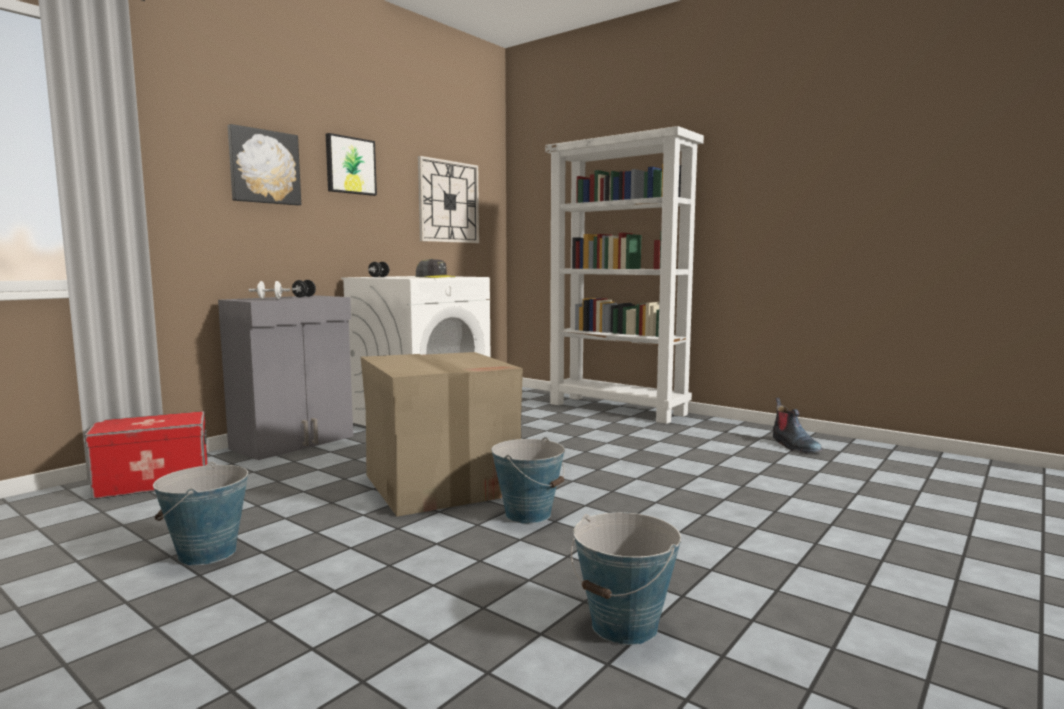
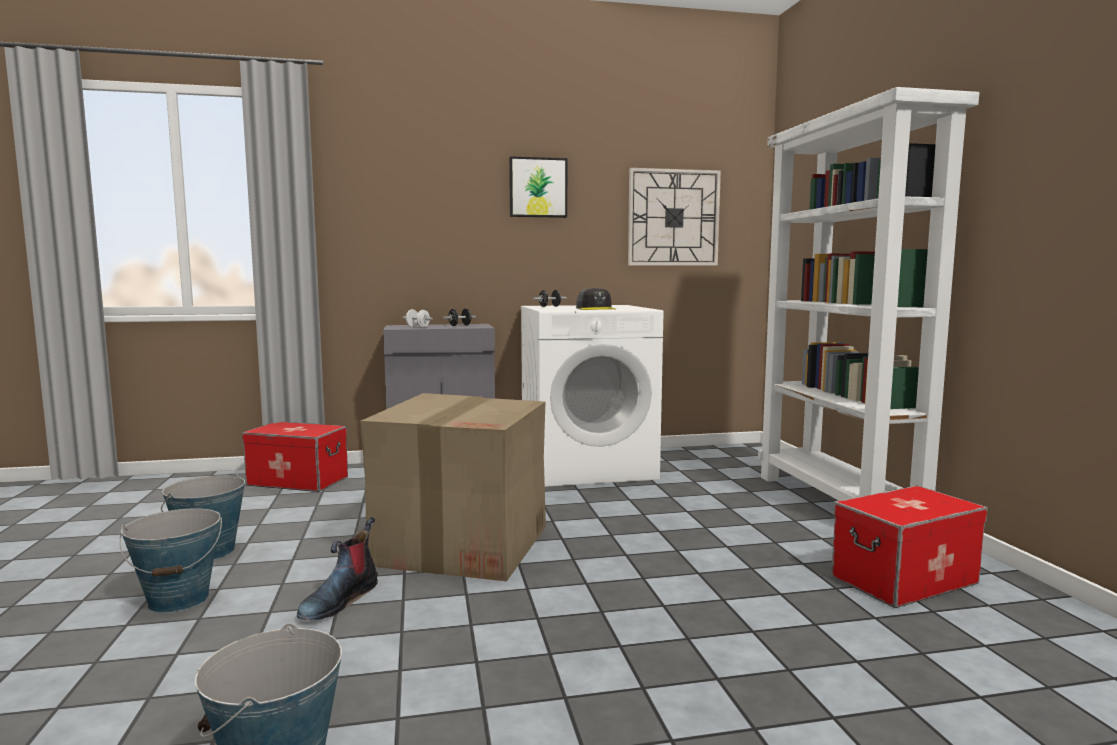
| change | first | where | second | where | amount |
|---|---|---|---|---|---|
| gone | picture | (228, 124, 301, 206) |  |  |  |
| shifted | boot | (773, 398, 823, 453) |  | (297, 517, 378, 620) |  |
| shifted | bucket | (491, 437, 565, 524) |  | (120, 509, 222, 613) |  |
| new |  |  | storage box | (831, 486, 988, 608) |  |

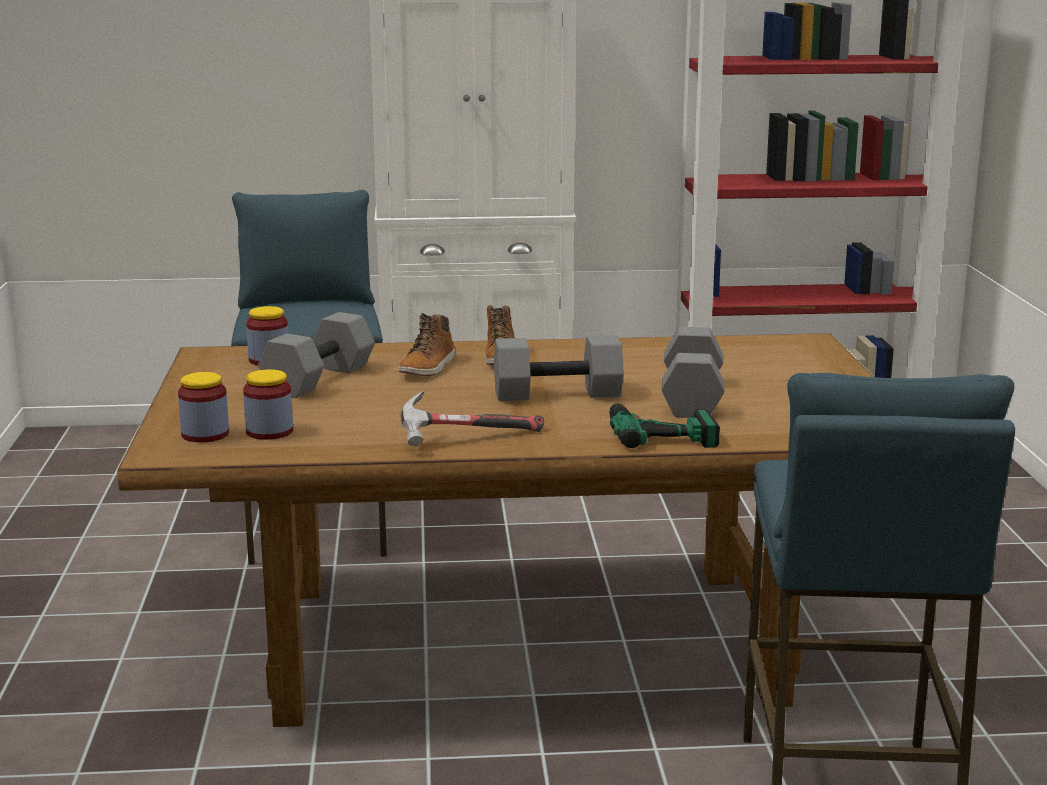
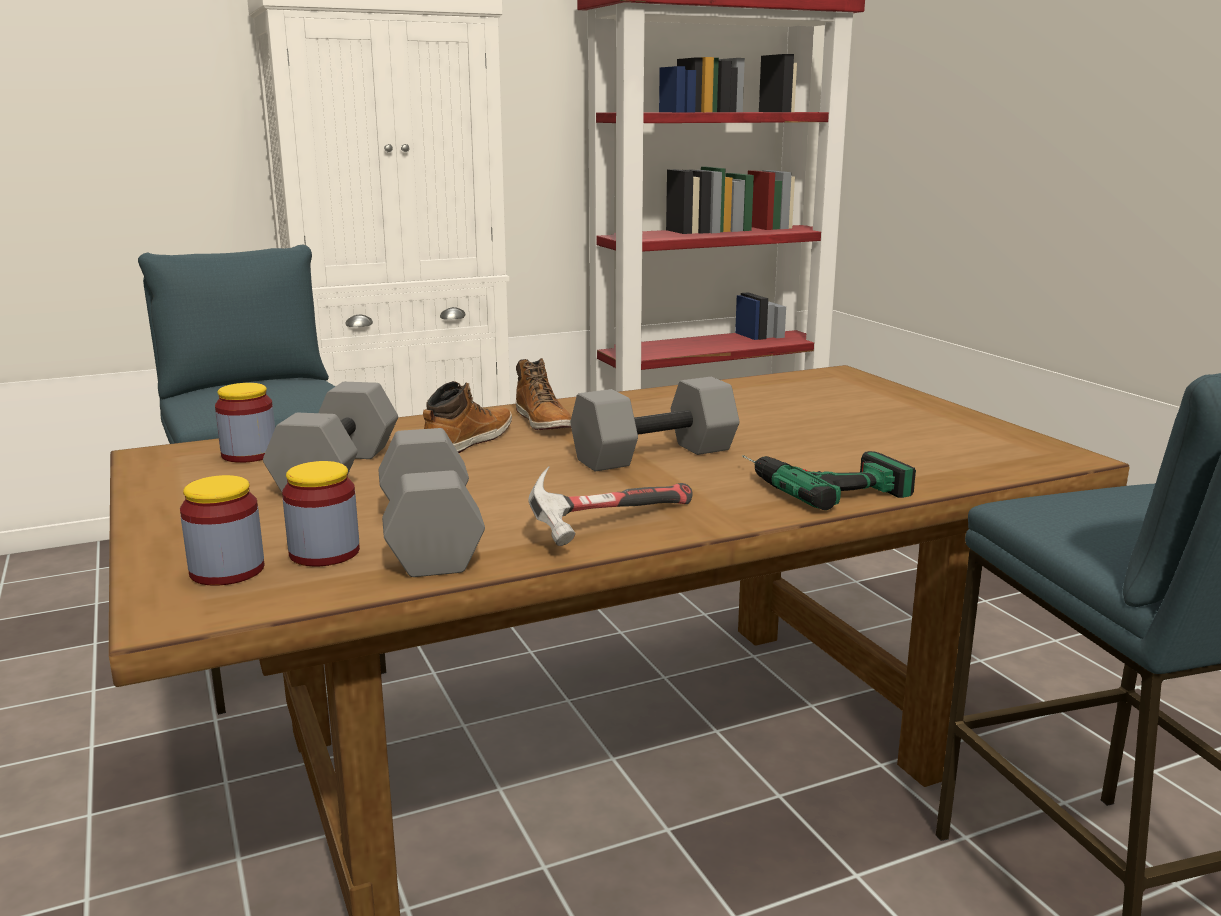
| change | first | where | second | where | amount |
|---|---|---|---|---|---|
| rotated | boot | (398, 313, 455, 376) |  | (423, 381, 512, 453) | 150 degrees counterclockwise |
| shifted | grey dumbbell | (661, 327, 724, 418) |  | (378, 428, 485, 577) |  |

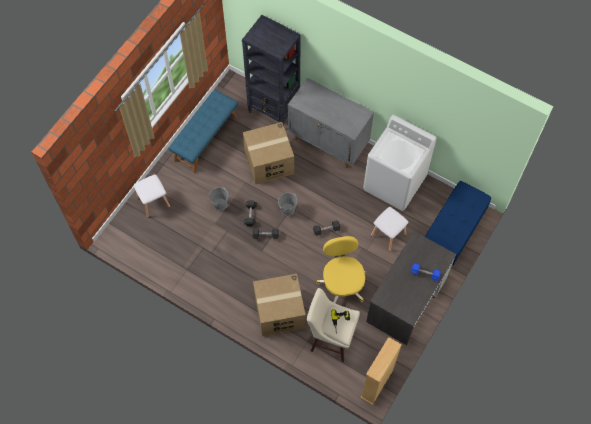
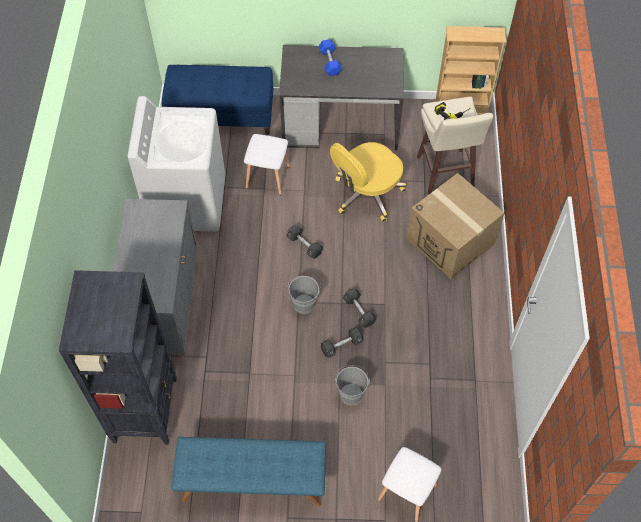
| change | first | where | second | where | amount |
|---|---|---|---|---|---|
| gone | cardboard box | (243, 122, 294, 185) |  |  |  |

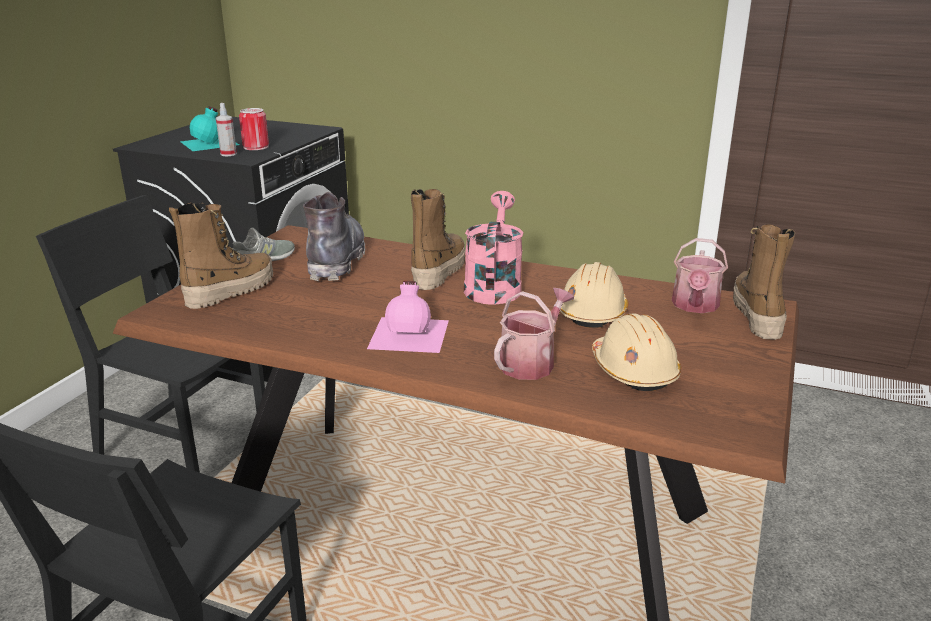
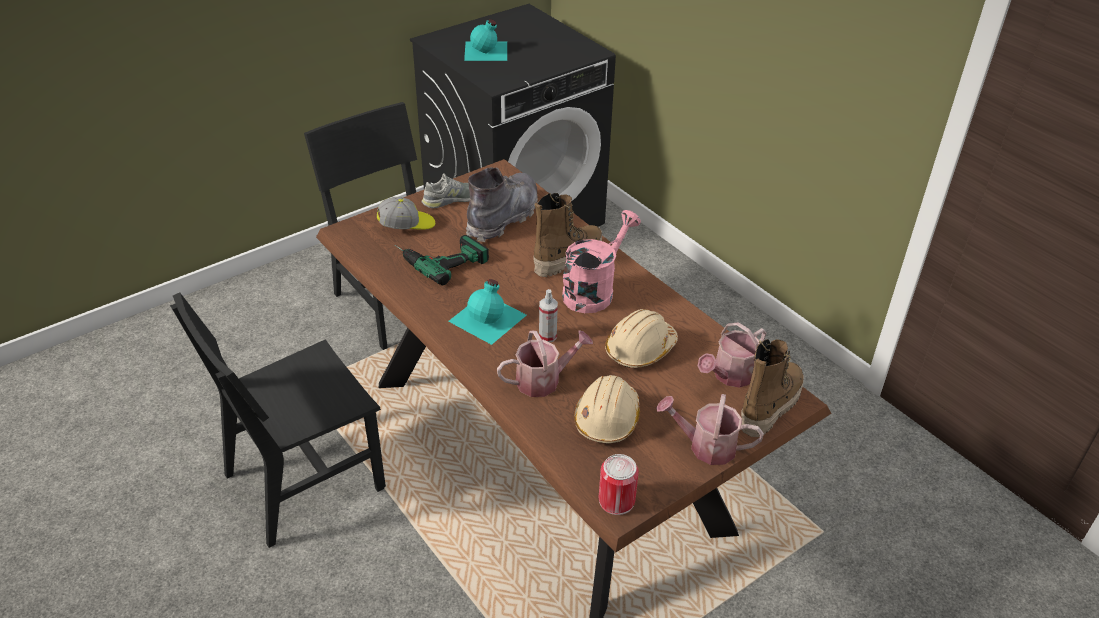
| change | first | where | second | where | amount |
|---|---|---|---|---|---|
| shifted | spray bottle | (216, 103, 237, 156) |  | (539, 289, 558, 342) |  |
| shifted | can | (239, 108, 269, 150) |  | (599, 454, 639, 515) |  |
| swapped | boot | (169, 202, 273, 309) | cap | (377, 197, 435, 230) |  |
| repainted | pink bottle | (367, 281, 449, 353) | turquoise bottle | (448, 279, 527, 345) |  |
| new |  |  | power drill | (395, 235, 489, 285) |  |
| new |  |  | watering can | (656, 394, 764, 465) |  |

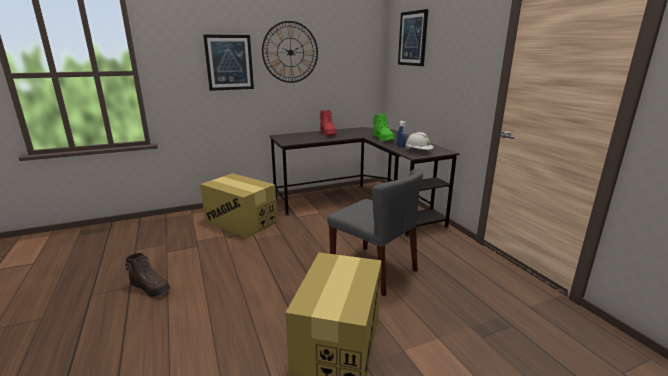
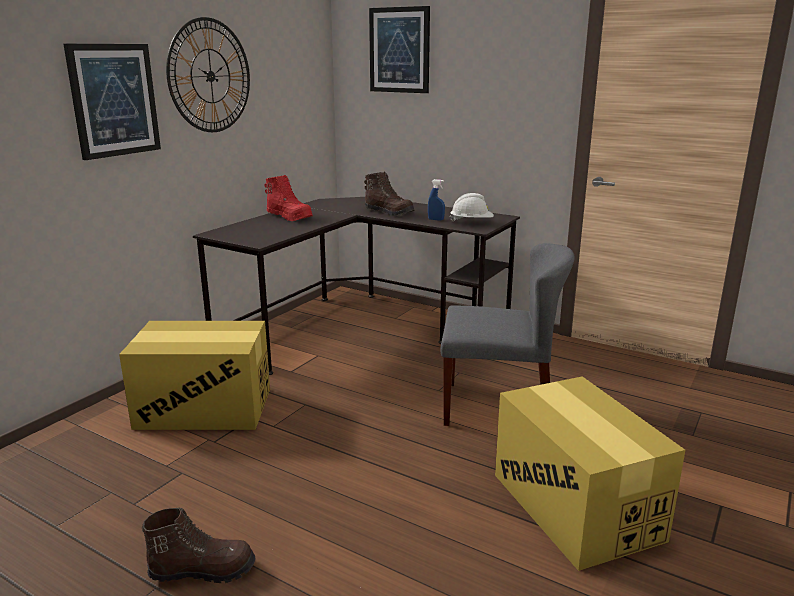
| change | first | where | second | where | amount |
|---|---|---|---|---|---|
| repainted | green boot | (373, 113, 395, 141) | brown boot | (364, 171, 414, 216) |  |

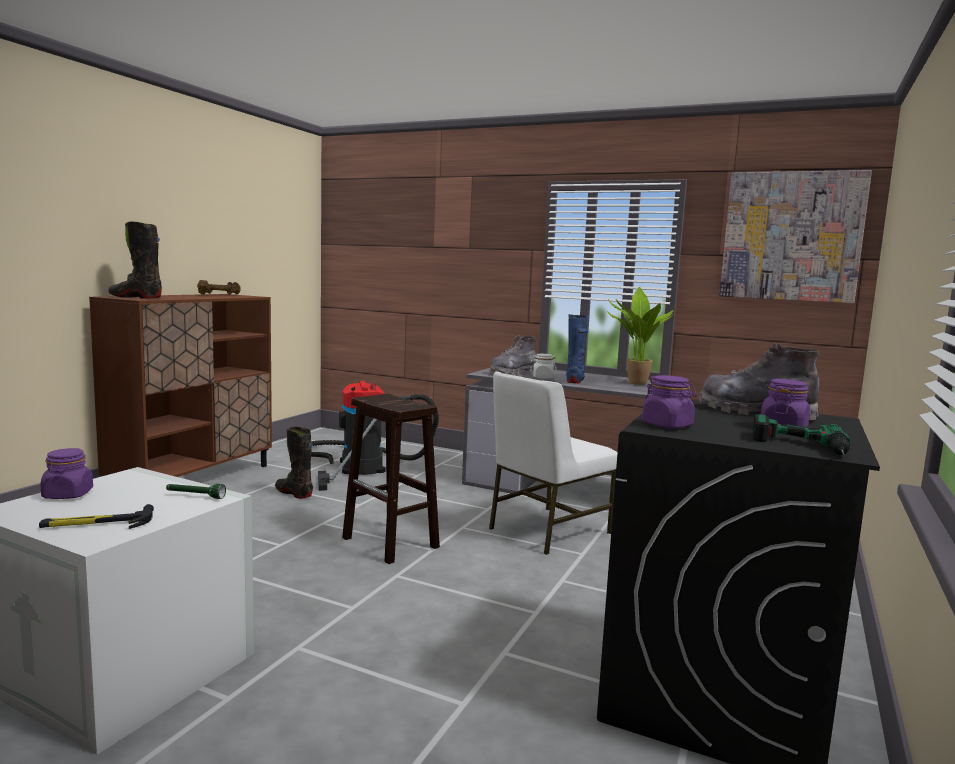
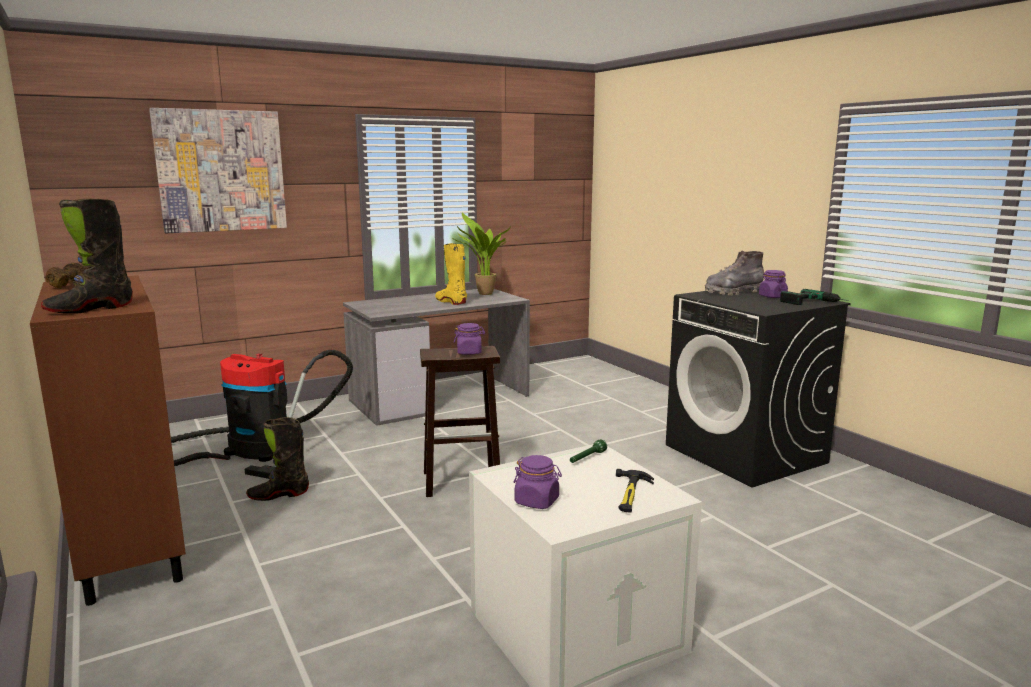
| change | first | where | second | where | amount |
|---|---|---|---|---|---|
| shifted | picture | (719, 170, 872, 303) |  | (149, 108, 287, 233) |  |
| repainted | blue boot | (566, 314, 589, 384) | yellow boot | (435, 243, 467, 305) |  |
| gone | grey boot | (490, 335, 536, 375) |  |  |  |
| gone | white jar | (531, 354, 556, 379) |  |  |  |
| gone | white chair | (489, 372, 618, 555) |  |  |  |
| shifted | purple jar | (642, 375, 697, 428) |  | (454, 323, 485, 355) |  |

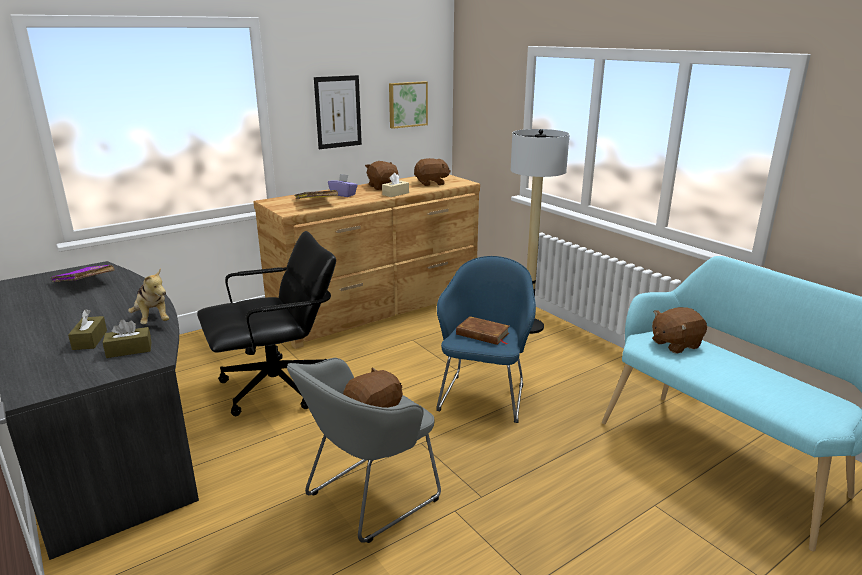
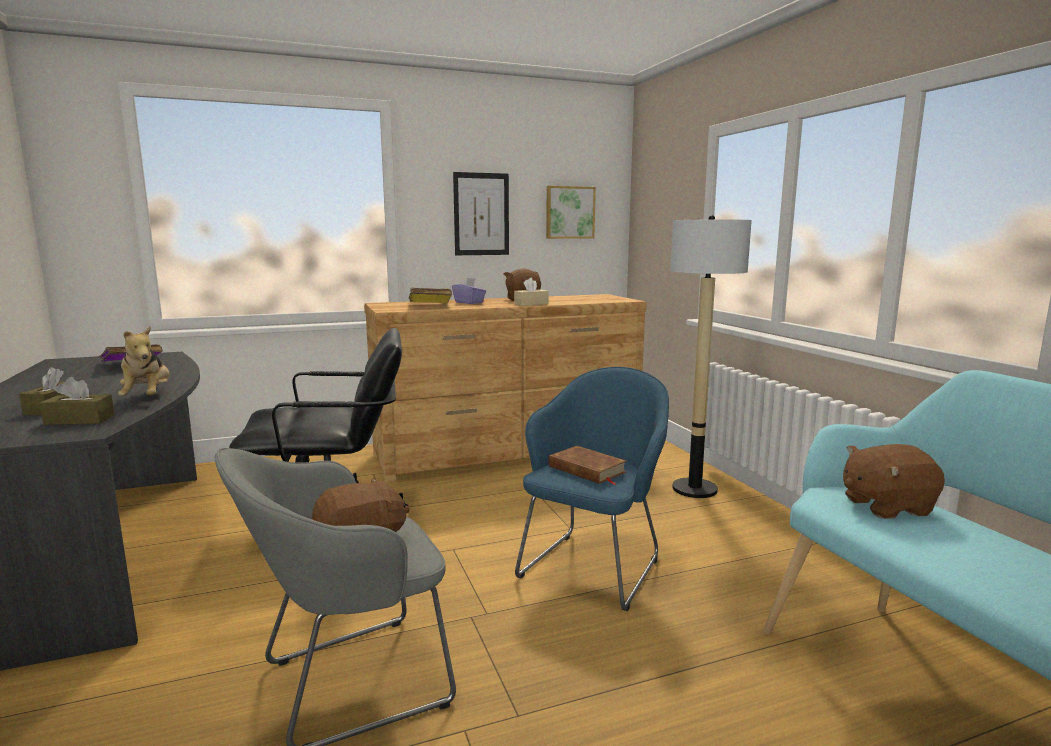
| change | first | where | second | where | amount |
|---|---|---|---|---|---|
| gone | brown plush toy | (414, 158, 451, 186) |  |  |  |

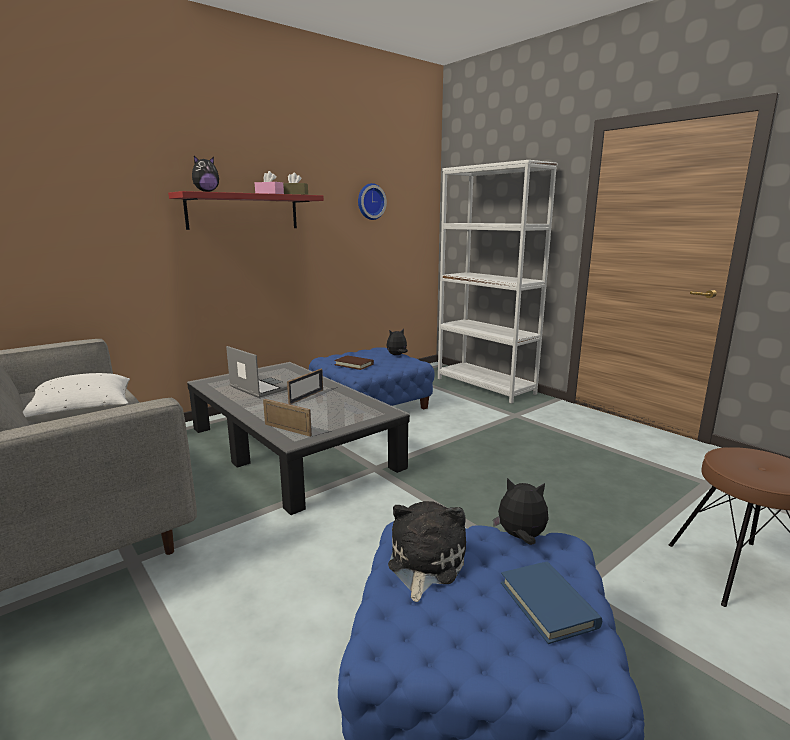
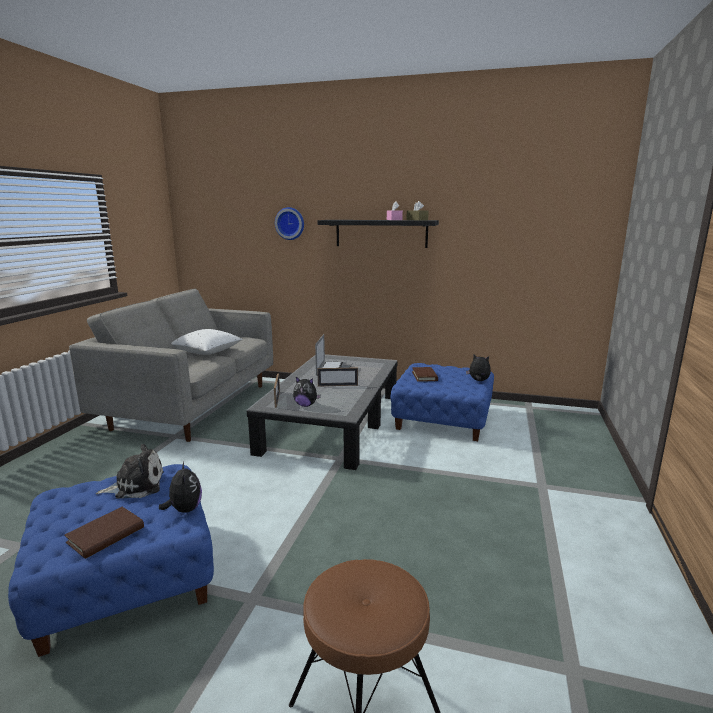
| change | first | where | second | where | amount |
|---|---|---|---|---|---|
| shifted | plush toy | (192, 156, 219, 192) |  | (293, 377, 321, 407) |  |
| gone | white bookcase | (438, 160, 558, 404) |  |  |  |
| shifted | wall clock | (358, 183, 387, 220) |  | (275, 207, 304, 240) |  |
| repainted | red shelf | (168, 191, 324, 230) | black shelf | (317, 220, 439, 248) |  |
| repainted | blue book | (501, 562, 602, 644) | brown book | (64, 507, 144, 559) |  |

